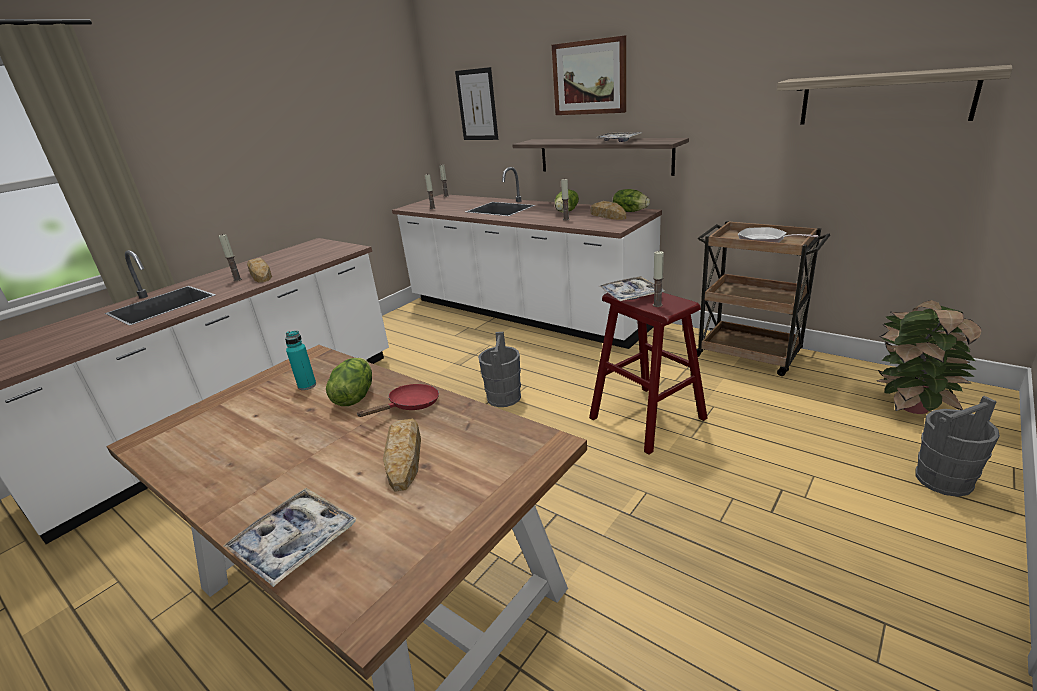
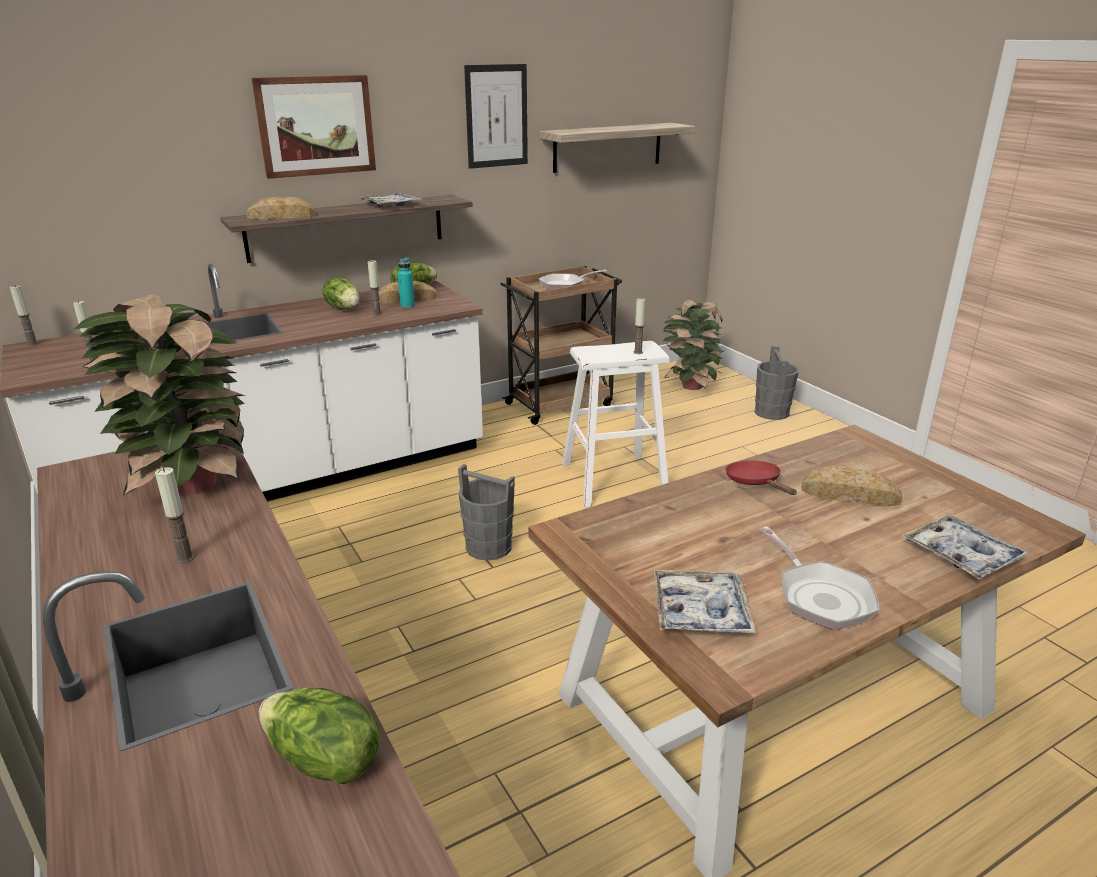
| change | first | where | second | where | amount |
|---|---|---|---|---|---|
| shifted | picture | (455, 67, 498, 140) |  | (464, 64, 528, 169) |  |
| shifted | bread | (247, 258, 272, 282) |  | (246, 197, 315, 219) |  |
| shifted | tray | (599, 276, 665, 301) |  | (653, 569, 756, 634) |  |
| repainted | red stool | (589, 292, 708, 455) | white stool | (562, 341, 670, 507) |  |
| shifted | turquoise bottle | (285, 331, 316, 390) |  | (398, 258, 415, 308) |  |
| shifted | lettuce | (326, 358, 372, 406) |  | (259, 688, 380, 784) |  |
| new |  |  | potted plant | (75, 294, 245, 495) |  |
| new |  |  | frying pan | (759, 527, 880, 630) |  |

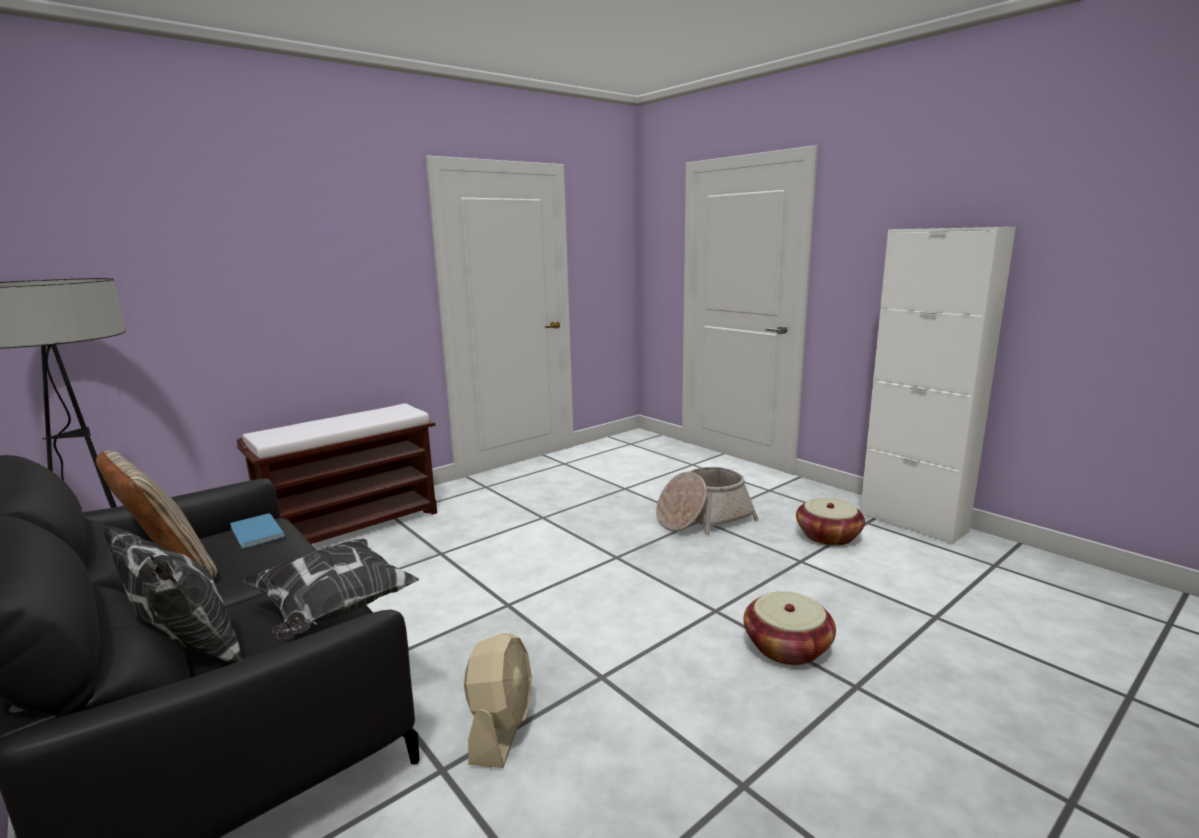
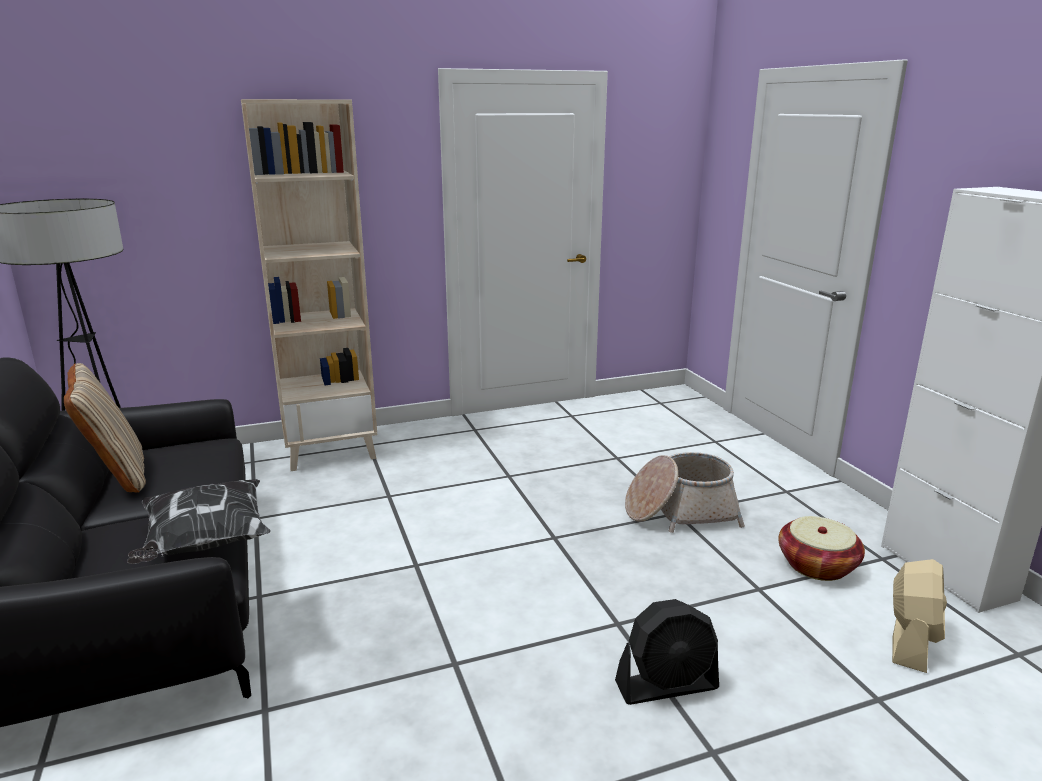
| change | first | where | second | where | amount |
|---|---|---|---|---|---|
| swapped | brown bench | (237, 403, 437, 544) | beige bookcase | (241, 99, 377, 471) |  |
| gone | blue book | (230, 513, 285, 548) |  |  |  |
| gone | pillow | (104, 526, 243, 663) |  |  |  |
| swapped | basket | (744, 591, 836, 665) | black fan | (615, 599, 719, 705) |  |
| shifted | beige fan | (464, 633, 532, 768) |  | (892, 559, 947, 673) |  |

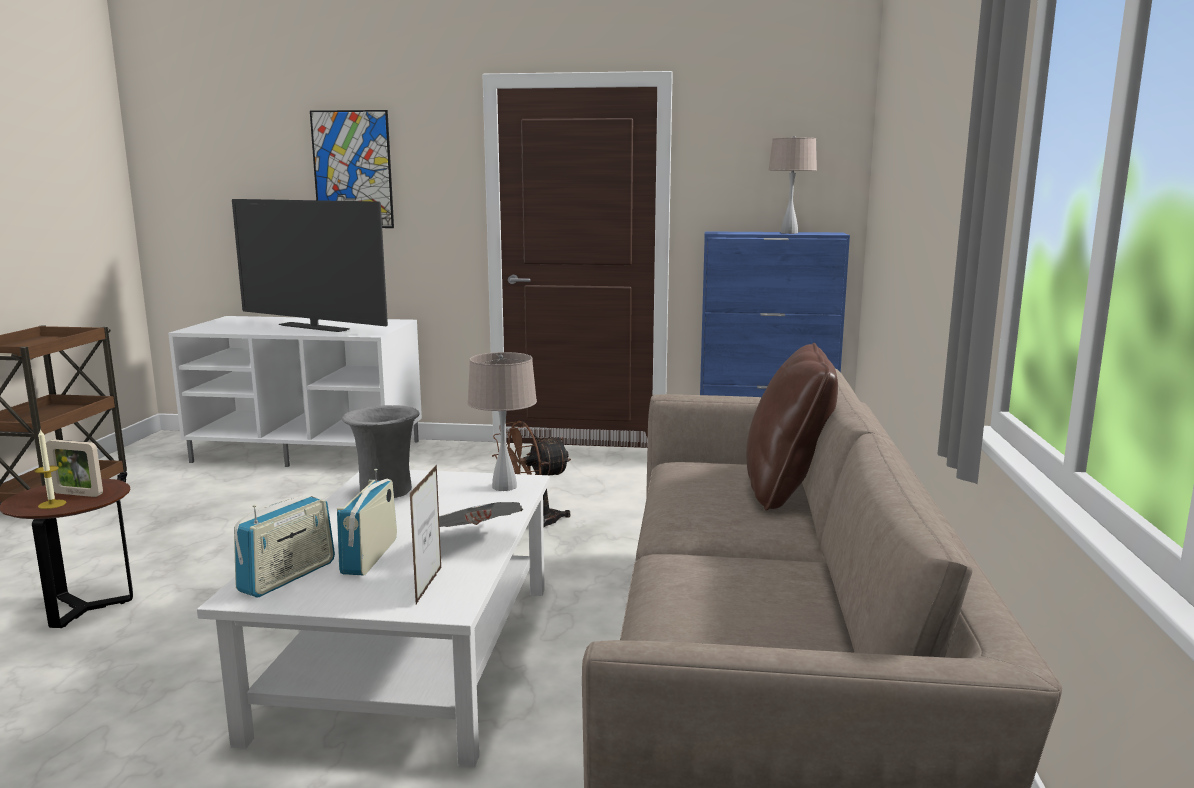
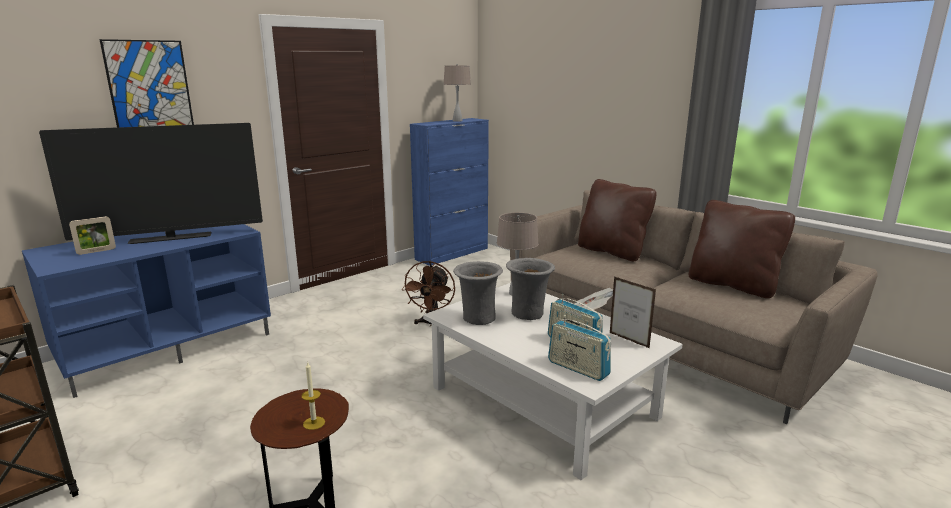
| change | first | where | second | where | amount |
|---|---|---|---|---|---|
| repainted | white tv stand | (168, 316, 422, 467) | blue tv stand | (22, 224, 271, 398) |  |
| shifted | picture frame | (46, 439, 103, 497) |  | (69, 216, 116, 255) |  |
| rotated | radio | (234, 496, 335, 598) |  | (548, 315, 611, 381) | 150 degrees clockwise |
| new |  |  | brown pillow | (689, 200, 795, 298) |  |
| new |  |  | grey vase | (506, 258, 555, 320) |  |

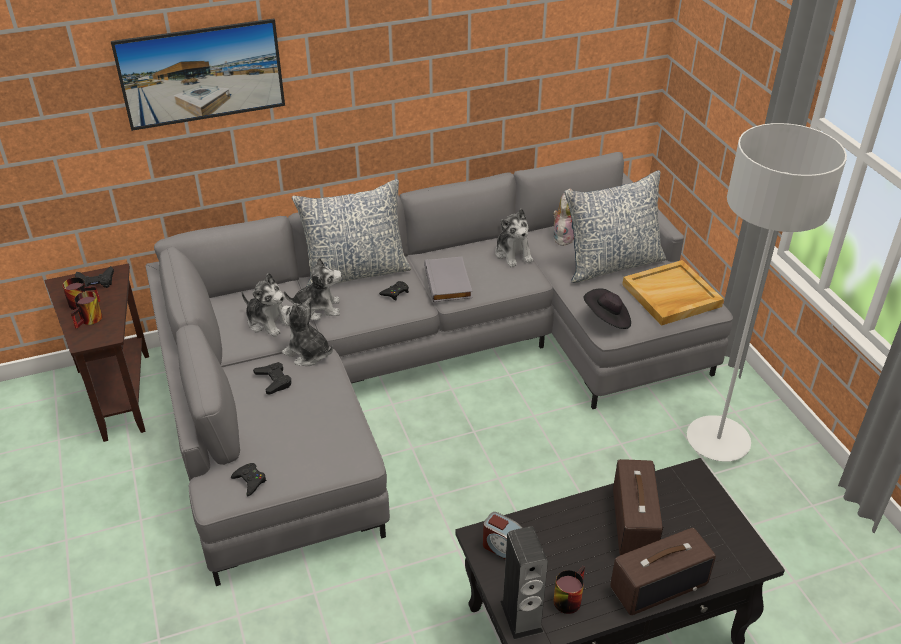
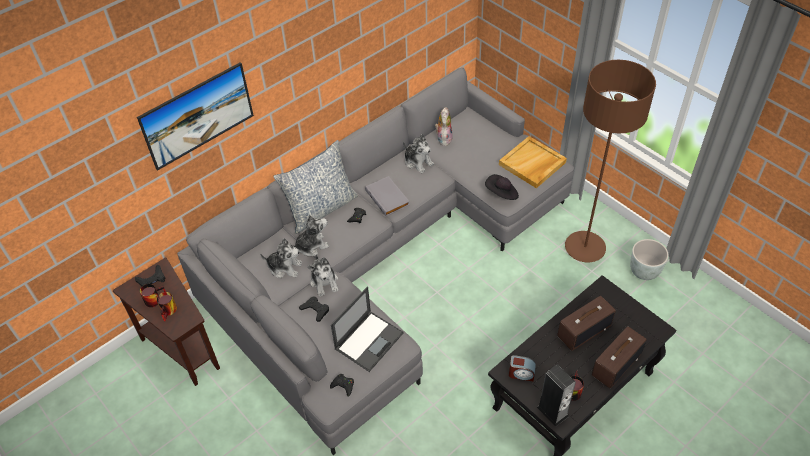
| change | first | where | second | where | amount |
|---|---|---|---|---|---|
| repainted | grey floor lamp | (687, 123, 847, 462) | brown floor lamp | (565, 60, 656, 263) |  |
| gone | pillow | (564, 170, 666, 283) |  |  |  |
| rotated | plush toy | (281, 297, 333, 366) |  | (307, 254, 339, 297) | 120 degrees counterclockwise |
| rotated | radio | (613, 459, 663, 555) |  | (557, 296, 616, 351) | 75 degrees clockwise |
| new |  |  | grey planter | (630, 239, 669, 280) |  |
| new |  |  | laptop | (331, 287, 404, 372) |  |

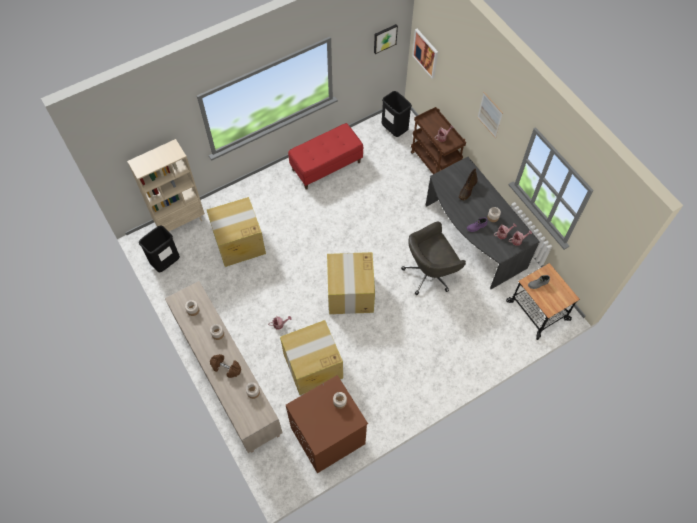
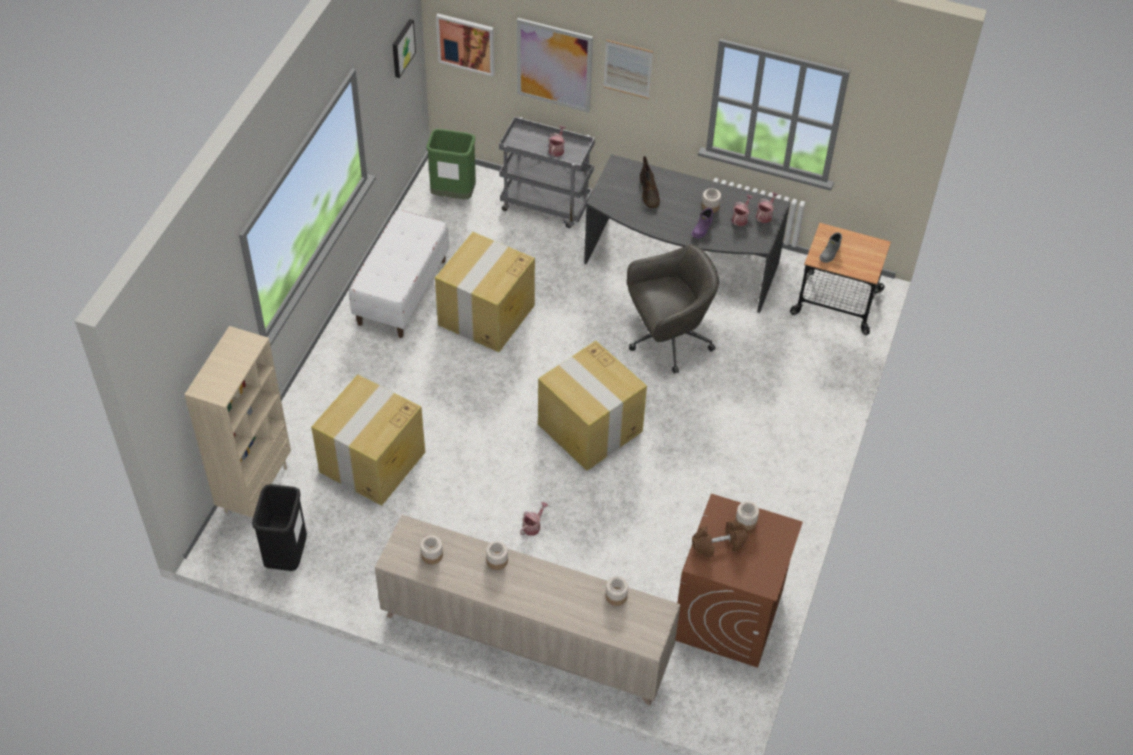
| change | first | where | second | where | amount |
|---|---|---|---|---|---|
| repainted | black trash can | (382, 91, 412, 137) | green trash can | (426, 129, 476, 200) |  |
| repainted | brown cart | (411, 107, 466, 174) | grey cart | (499, 117, 595, 228) |  |
| repainted | red bench | (288, 123, 363, 189) | white bench | (349, 209, 449, 338) |  |
| rotated | grey office chair | (401, 221, 466, 295) |  | (627, 245, 719, 374) | 135 degrees counterclockwise |
| shifted | cardboard box | (280, 320, 343, 395) |  | (435, 232, 535, 352) |  |
| shifted | brown dumbbell | (210, 354, 241, 378) |  | (692, 521, 748, 557) |  |
| new |  |  | picture | (517, 18, 593, 113) |  |

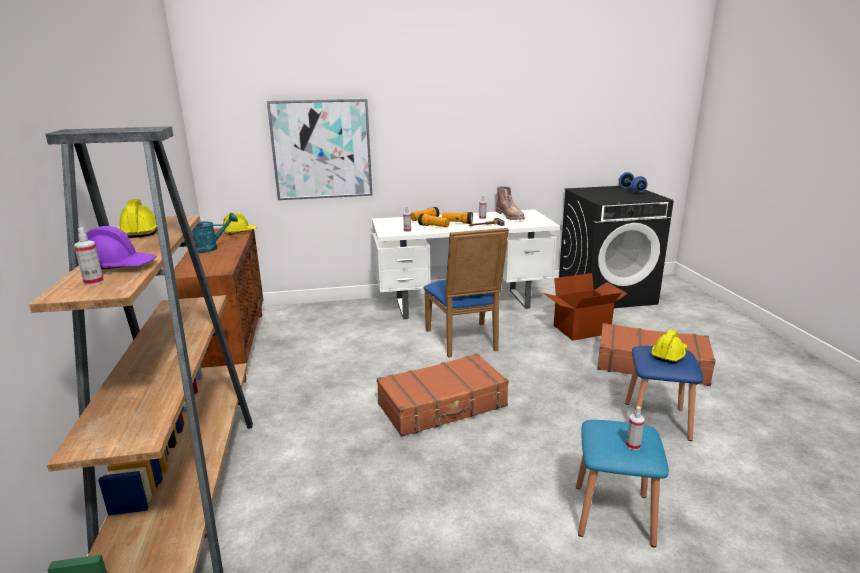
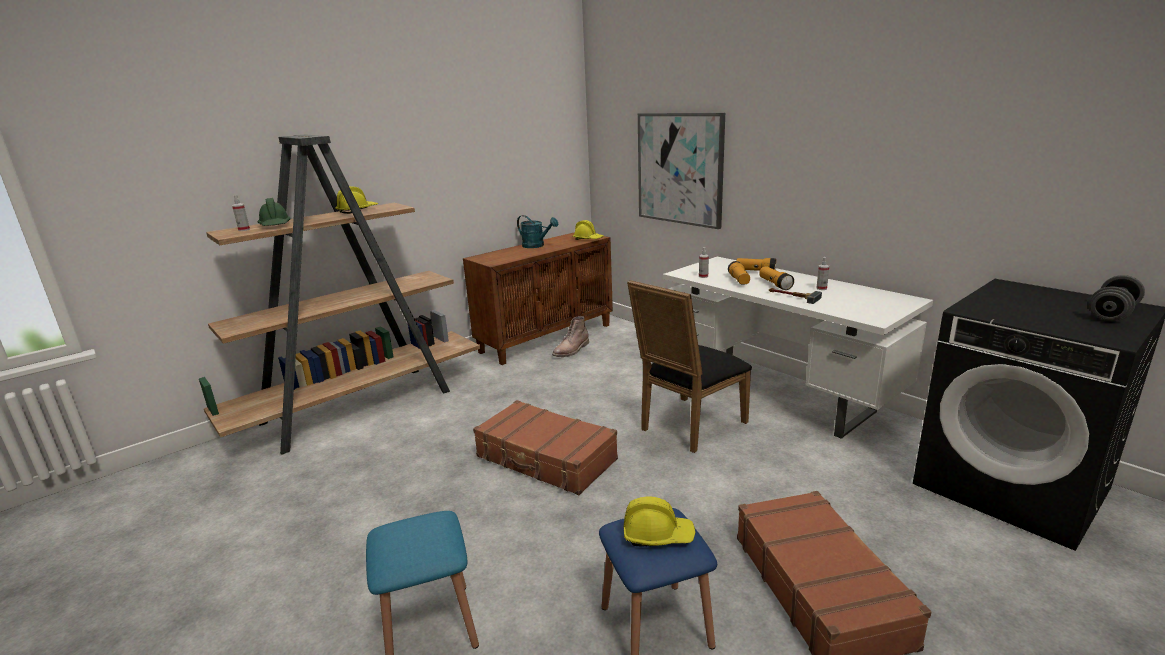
| change | first | where | second | where | amount |
|---|---|---|---|---|---|
| repainted | blue dumbbell | (619, 172, 648, 193) | grey dumbbell | (1089, 275, 1145, 321) |  |
| shifted | brown boot | (496, 186, 525, 220) |  | (552, 316, 589, 357) |  |
| repainted | purple hard hat | (78, 226, 156, 269) | green hard hat | (258, 198, 291, 226) |  |
| repainted | blue chair | (424, 228, 509, 358) | black chair | (627, 280, 752, 453) |  |
| gone | cardboard box | (543, 273, 627, 341) |  |  |  |
| gone | spray bottle | (626, 406, 645, 450) |  |  |  |

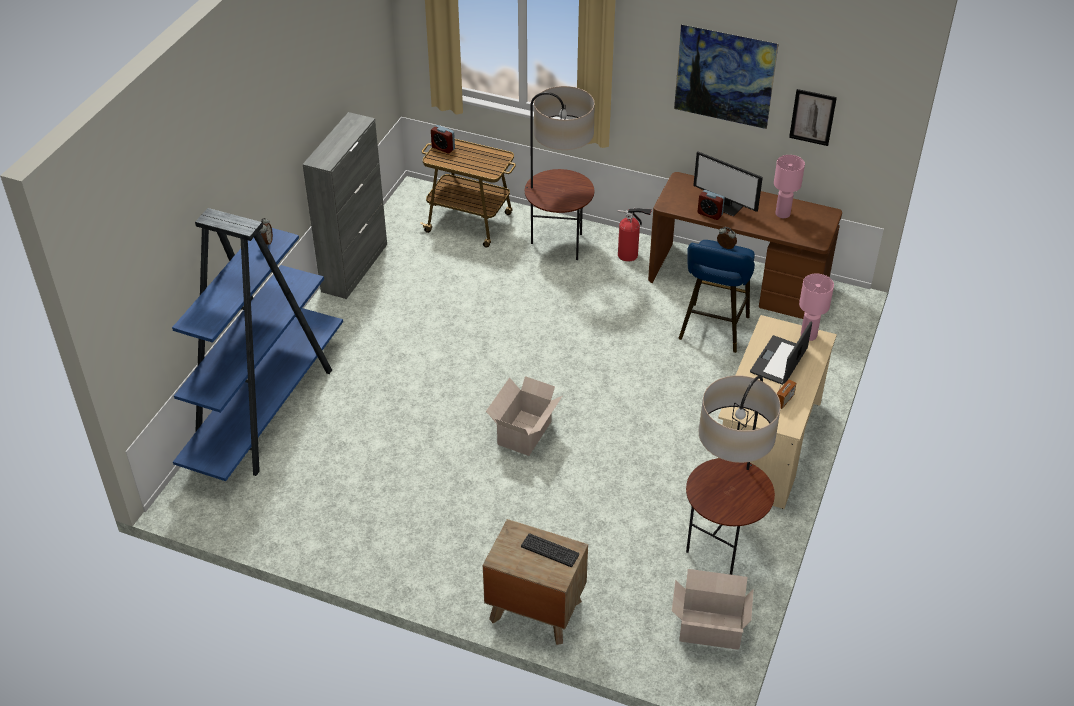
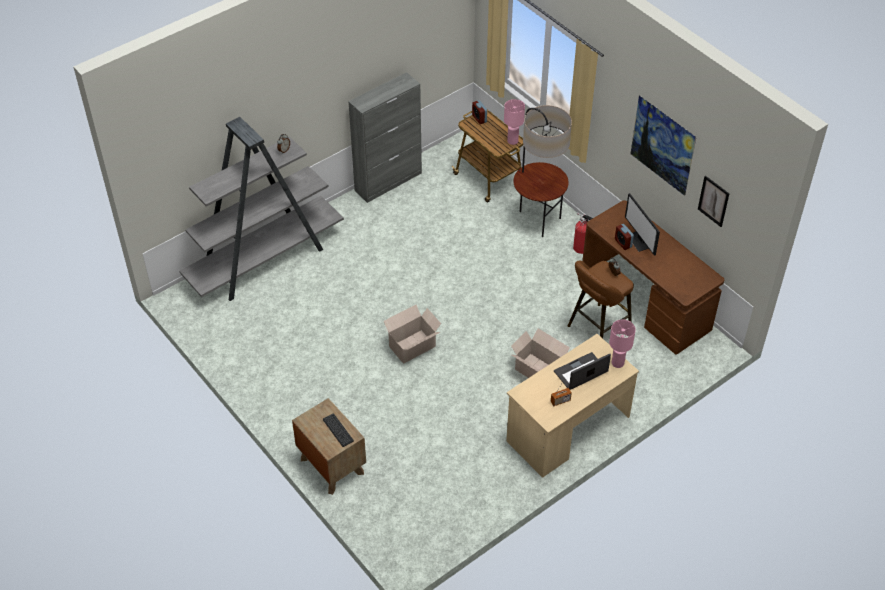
| change | first | where | second | where | amount |
|---|---|---|---|---|---|
| shifted | pink table lamp | (774, 155, 805, 218) |  | (504, 99, 525, 145) |  |
| repainted | blue bookcase | (172, 208, 343, 481) | grey bookcase | (179, 117, 344, 301) |  |
| repainted | blue stool | (678, 240, 755, 353) | brown stool | (568, 260, 634, 338) |  |
| gone | floor lamp | (686, 375, 781, 575) |  |  |  |
| shifted | cardboard box | (672, 569, 753, 650) |  | (511, 328, 570, 378) |  |

